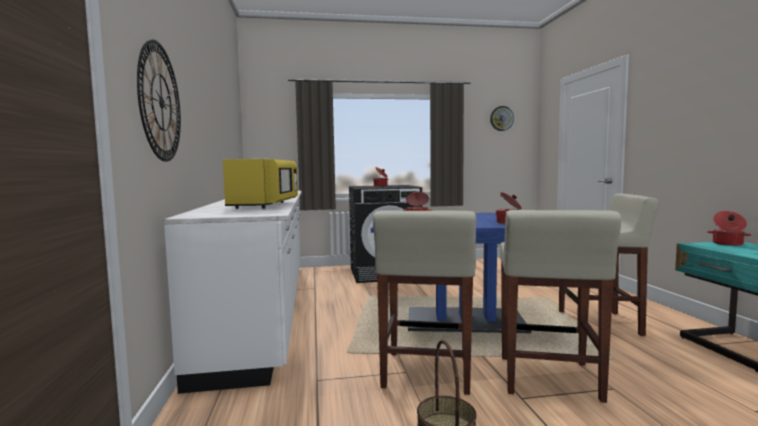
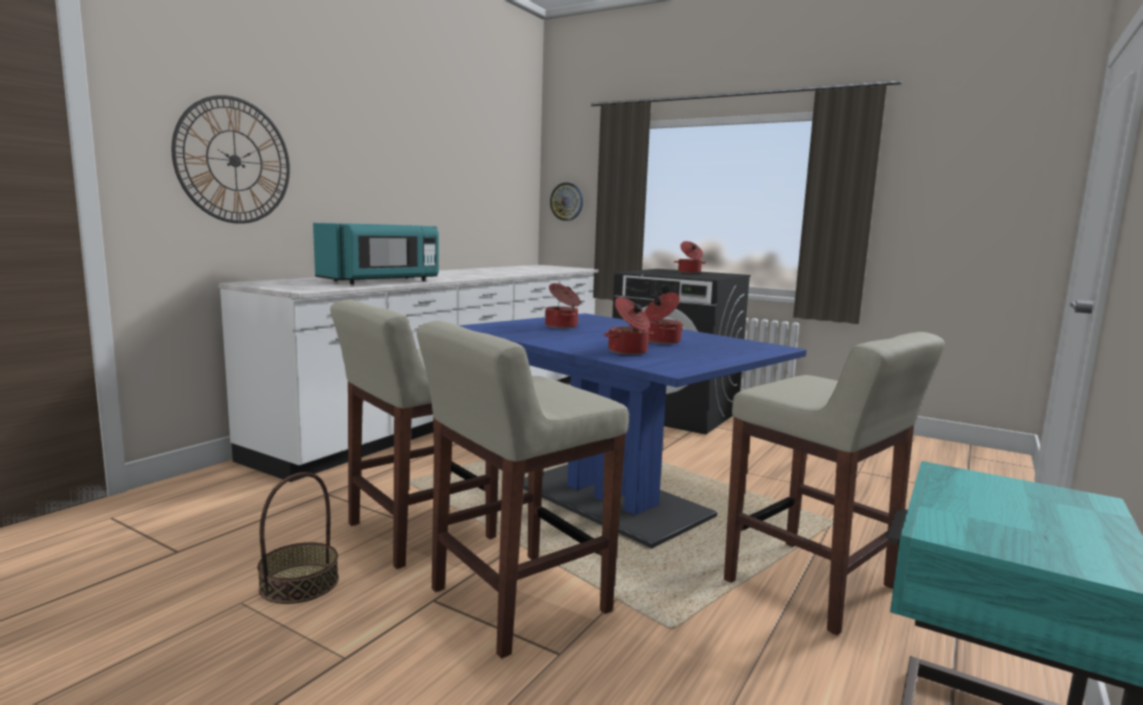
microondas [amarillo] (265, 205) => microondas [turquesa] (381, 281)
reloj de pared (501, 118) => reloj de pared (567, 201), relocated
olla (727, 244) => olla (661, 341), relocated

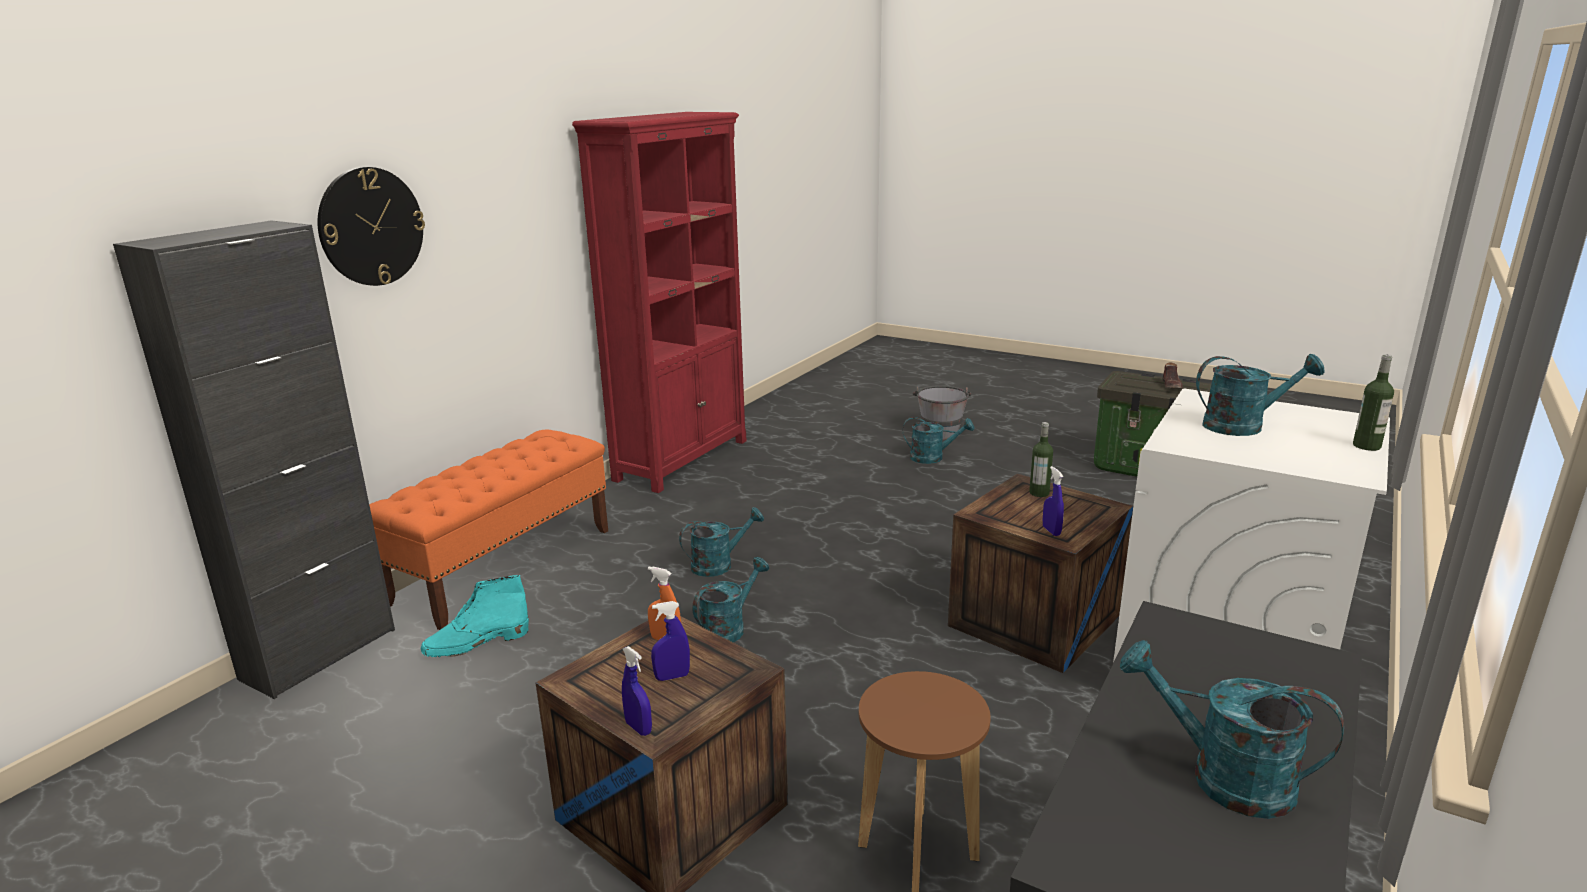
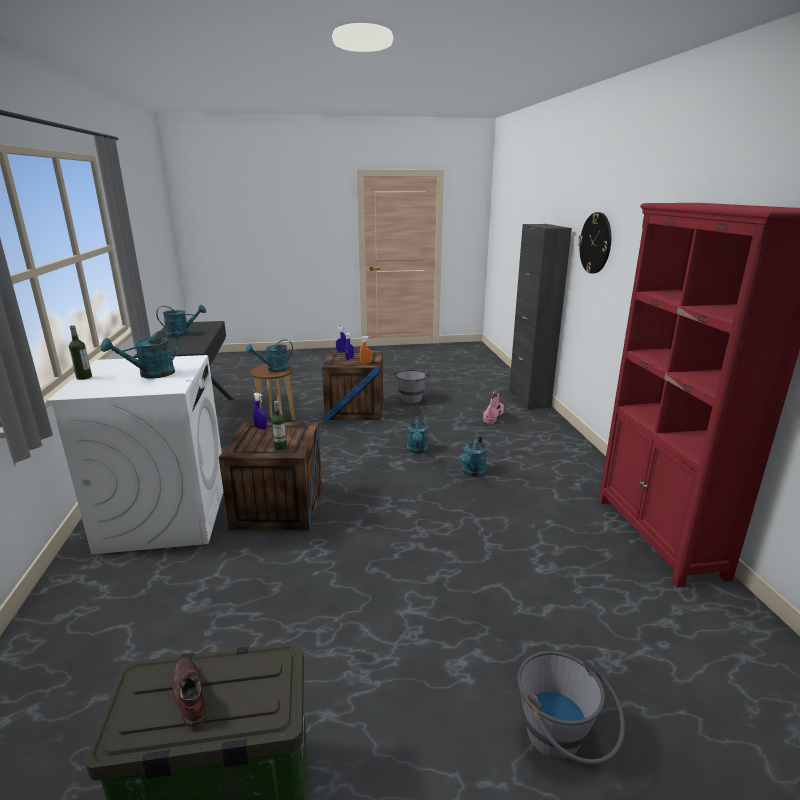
regadera [turquesa] (933, 457) => regadera [turquesa] (274, 369), relocated
nothing => cubo [gris] (411, 397)
bota [turquesa] (476, 643) => bota [rosa] (493, 415)
banco [naranja] (504, 566) => nothing

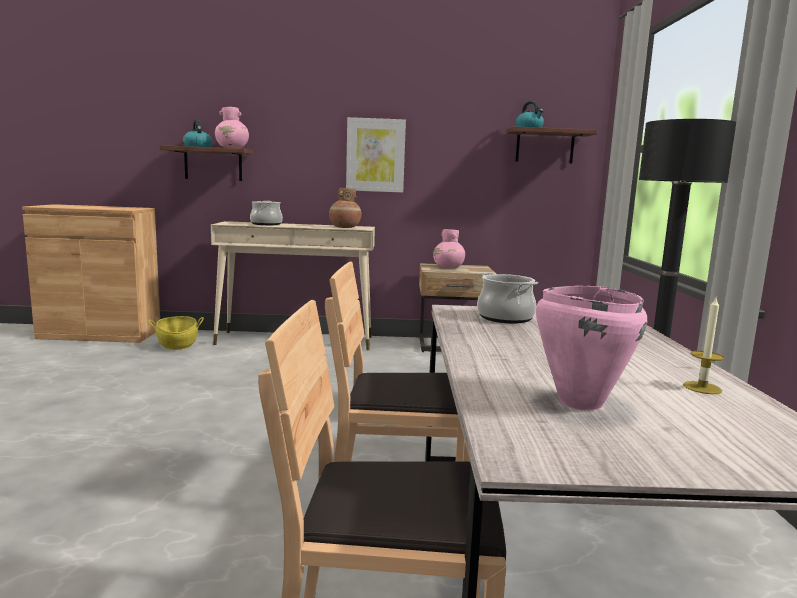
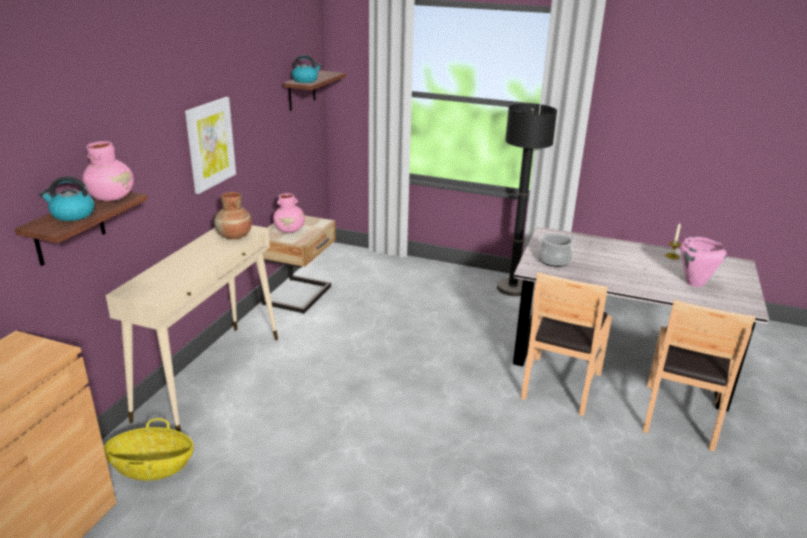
olla (266, 224) => nothing

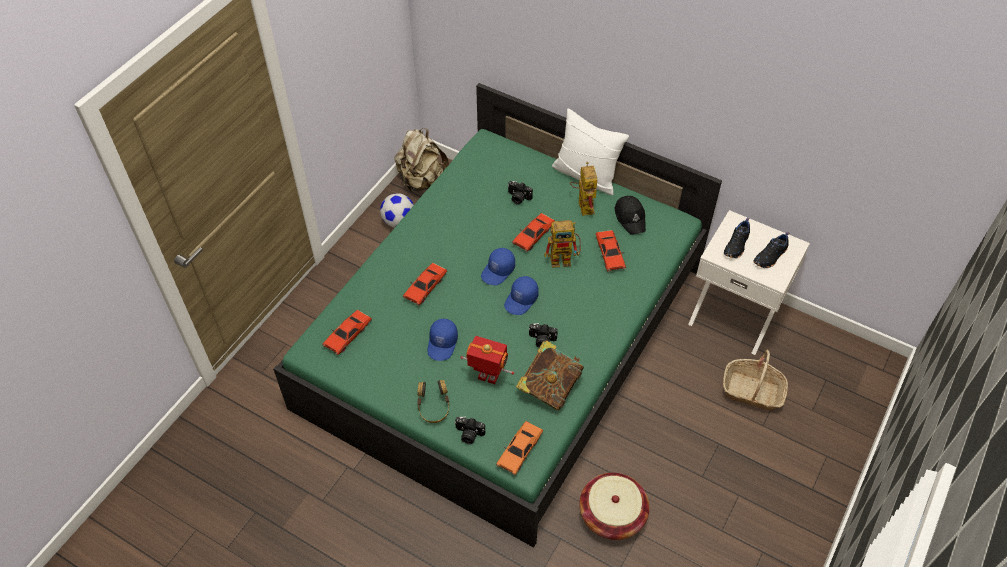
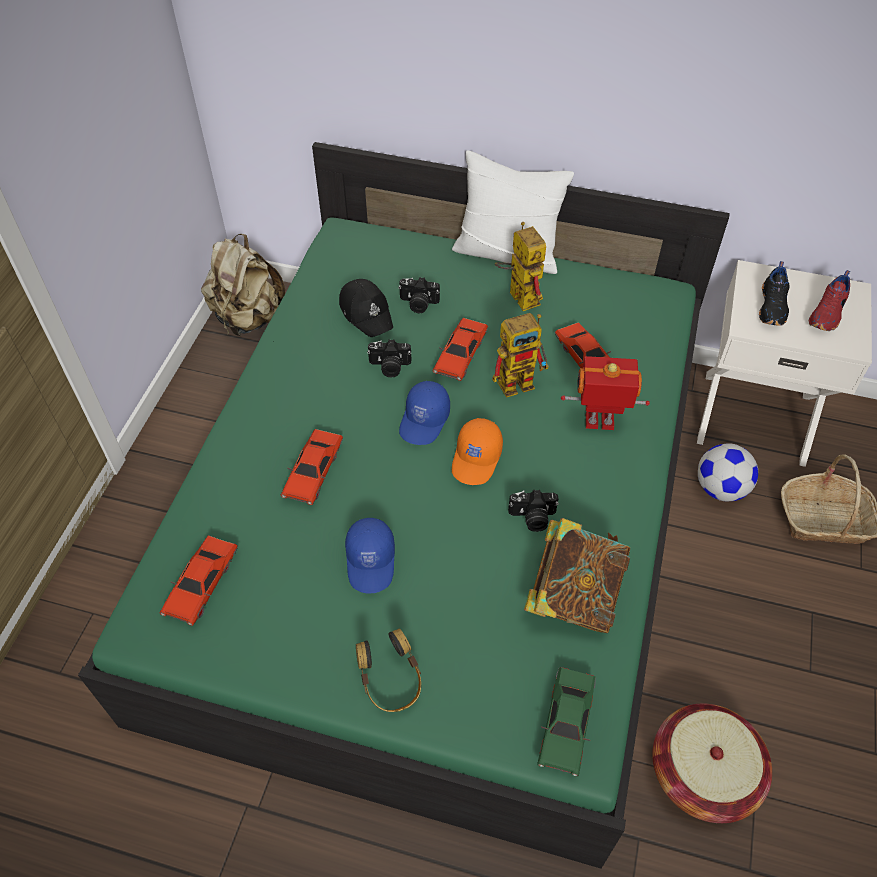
gorra [negro] (630, 217) => gorra [negro] (367, 313), relocated
cámara (468, 434) => cámara (389, 367), relocated
gorra [azul] (521, 300) => gorra [naranja] (477, 459)
coche de juguete [naranja] (520, 451) => coche de juguete [verde] (566, 724)
robot de juguete (487, 378) => robot de juguete (599, 424), relocated
balón de fútbol (399, 221) => balón de fútbol (720, 488), relocated
zapato [negro] (770, 257) => zapato [rojo] (828, 313)

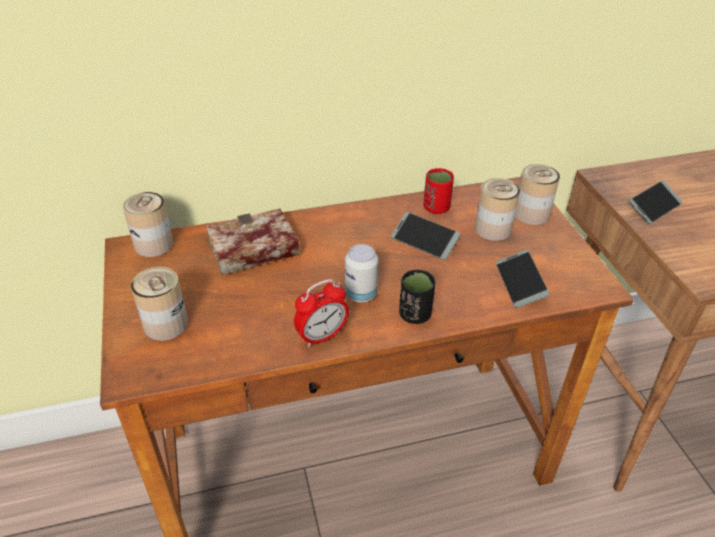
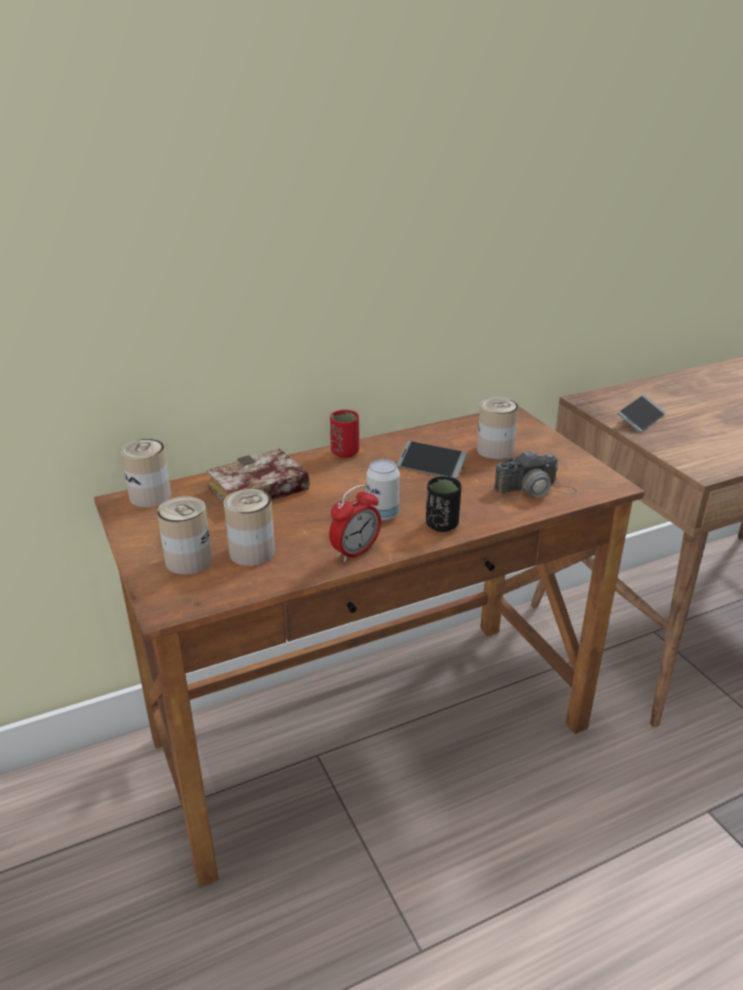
lata (531, 214) => lata (252, 552), relocated
taza [rojo] (436, 208) => taza [rojo] (345, 452), relocated
móvil (520, 284) => cámara (535, 490)

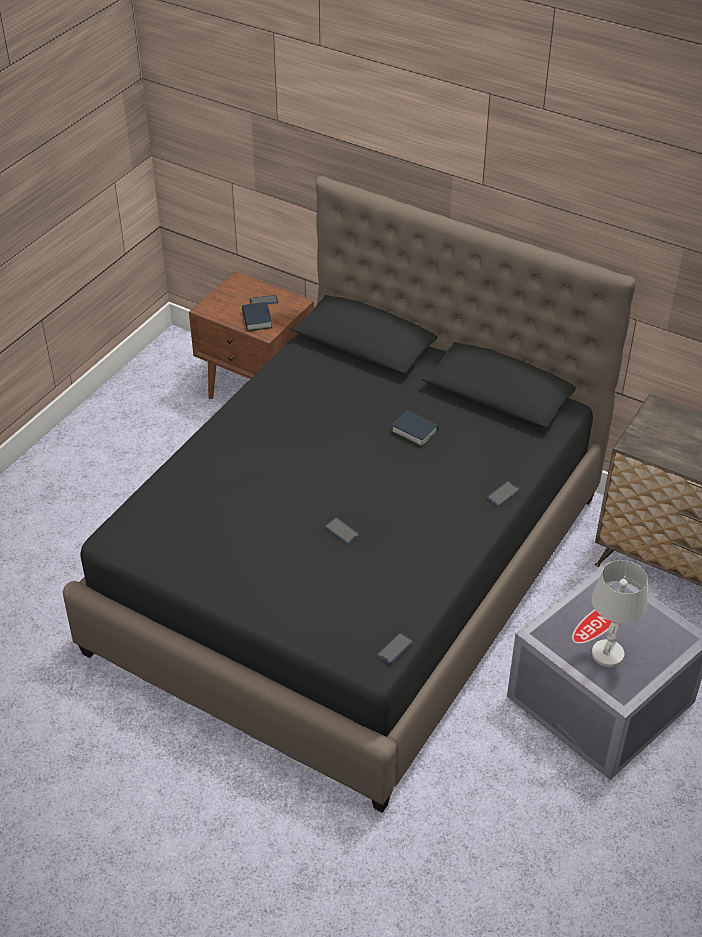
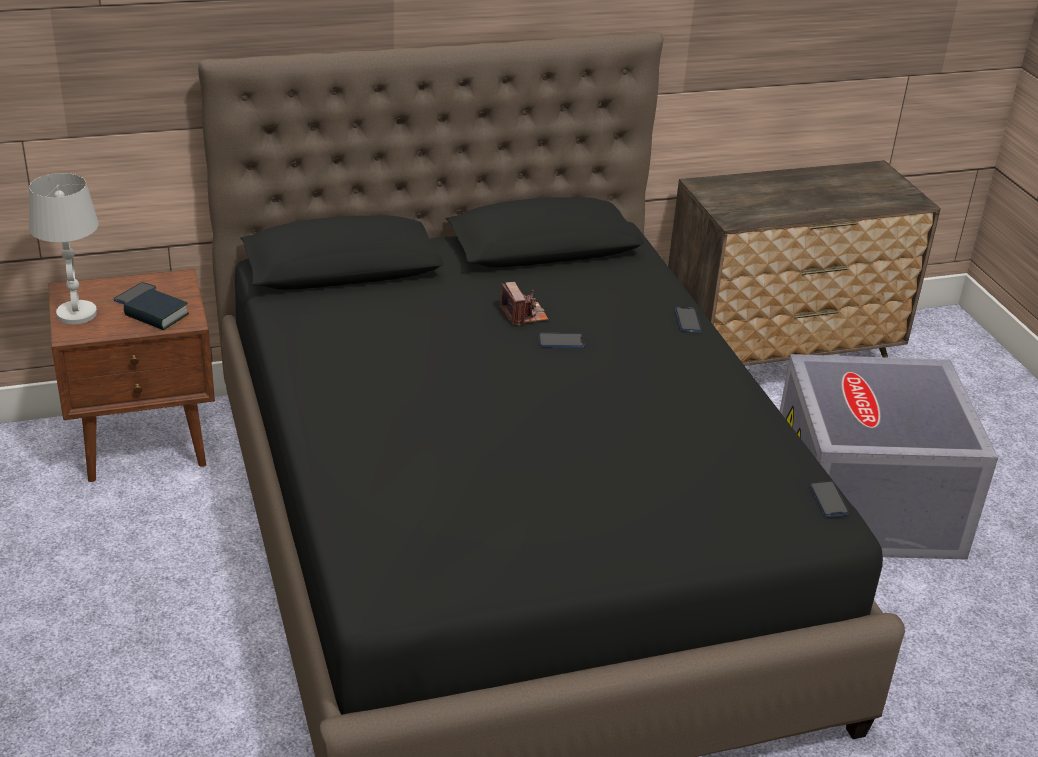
lámpara de mesa [blanco] (607, 654) => lámpara de mesa [blanco] (77, 314), relocated
libro (414, 431) => cámara (524, 315)
móvil (342, 531) => móvil (561, 341), relocated

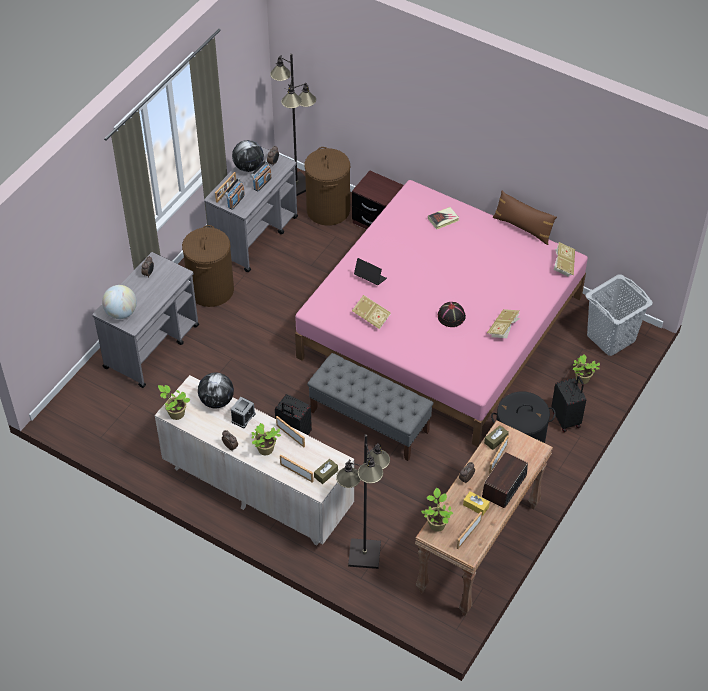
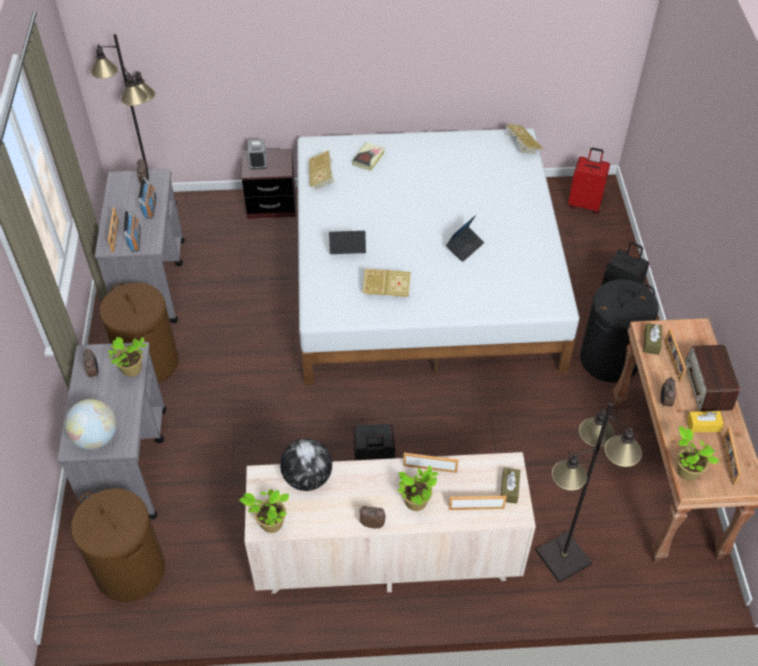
cesto de la ropa [marrón] (328, 210) => cesto de la ropa [marrón] (130, 570), relocated
planta en maceta (582, 379) => planta en maceta (132, 370), relocated
despertador (243, 417) => despertador (258, 161), relocated
cama [rosa] (441, 327) => cama [blanco] (425, 275)
libro (503, 329) => libro (321, 178), relocated
sombrero [negro] (451, 316) => portátil (465, 247)
cesto de la ropa [gris] (611, 338) => maleta [rojo] (585, 204)
globo terráqueo (248, 167) => nothing
banco [gris] (370, 422) => nothing
cojín [marrón] (523, 228) => nothing

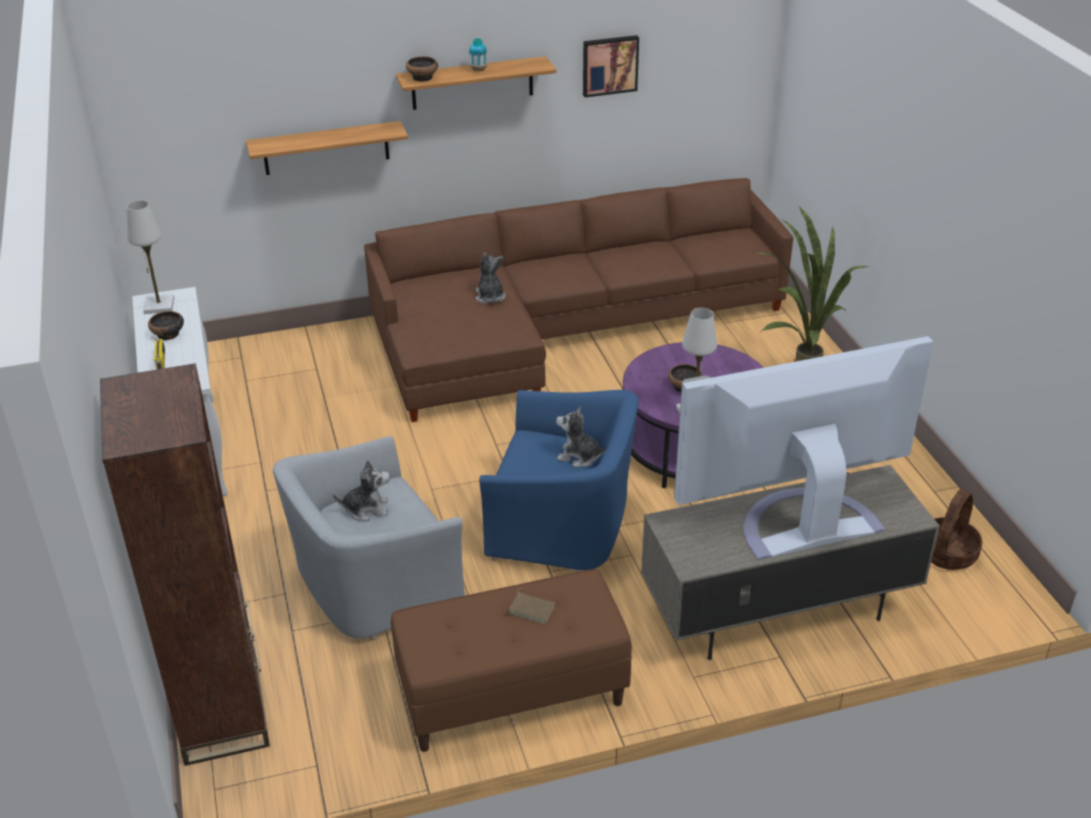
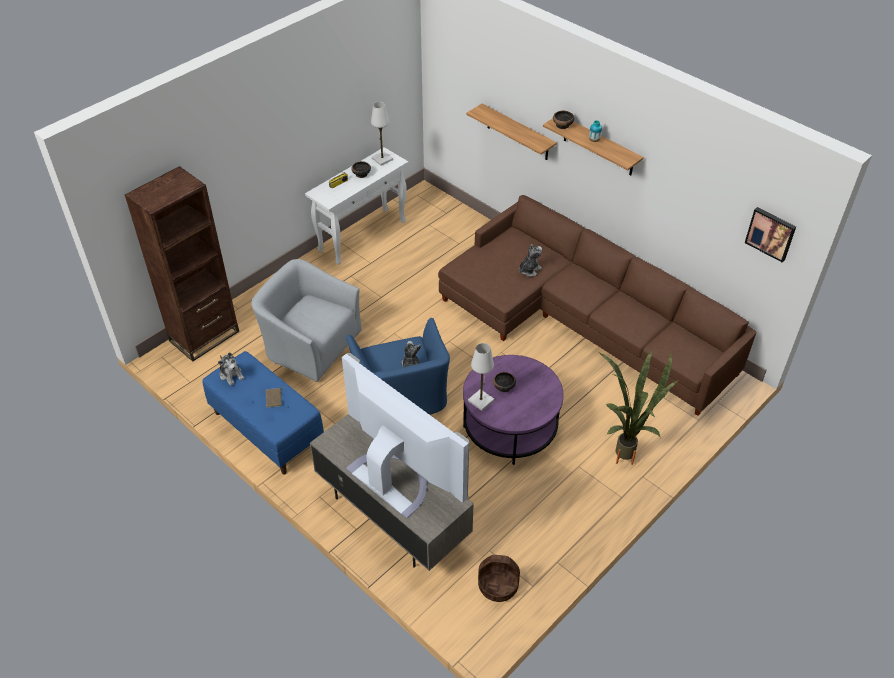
banco [marrón] (511, 695) => banco [azul] (266, 429)
peluche (366, 509) => peluche (231, 375), relocated
cuadro (609, 65) => cuadro (771, 233), relocated

